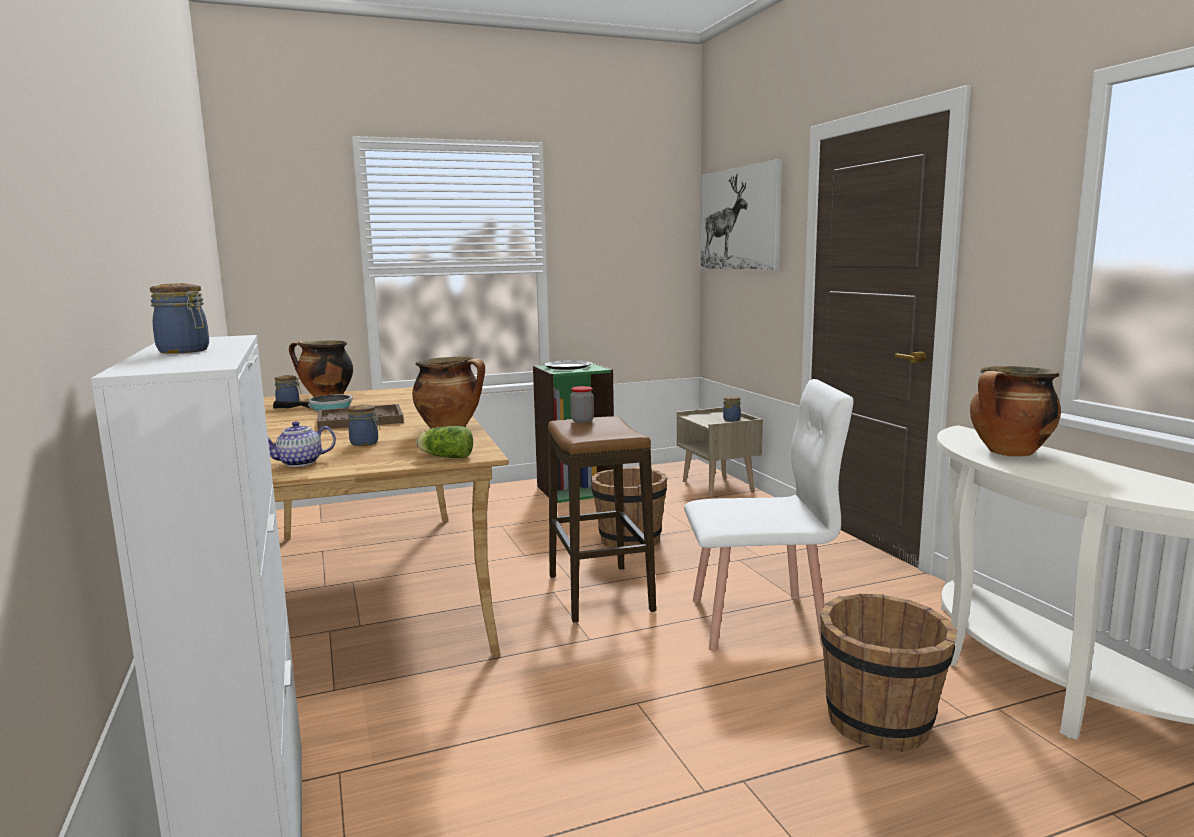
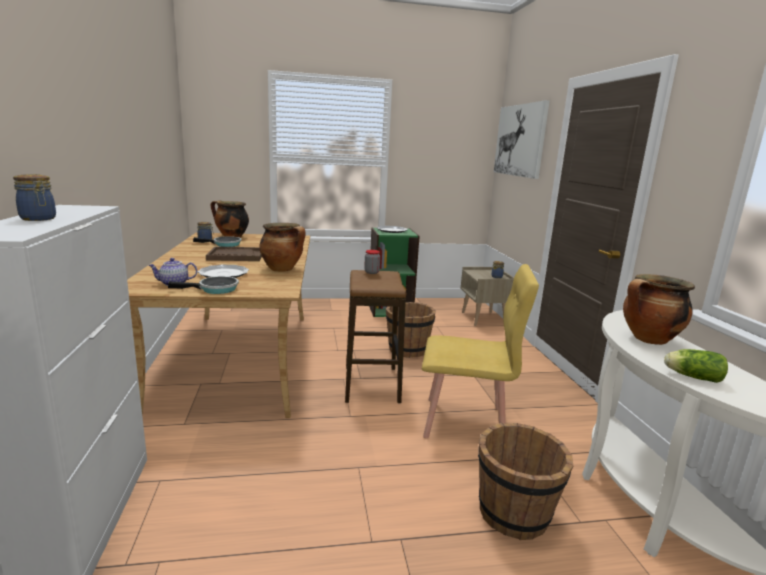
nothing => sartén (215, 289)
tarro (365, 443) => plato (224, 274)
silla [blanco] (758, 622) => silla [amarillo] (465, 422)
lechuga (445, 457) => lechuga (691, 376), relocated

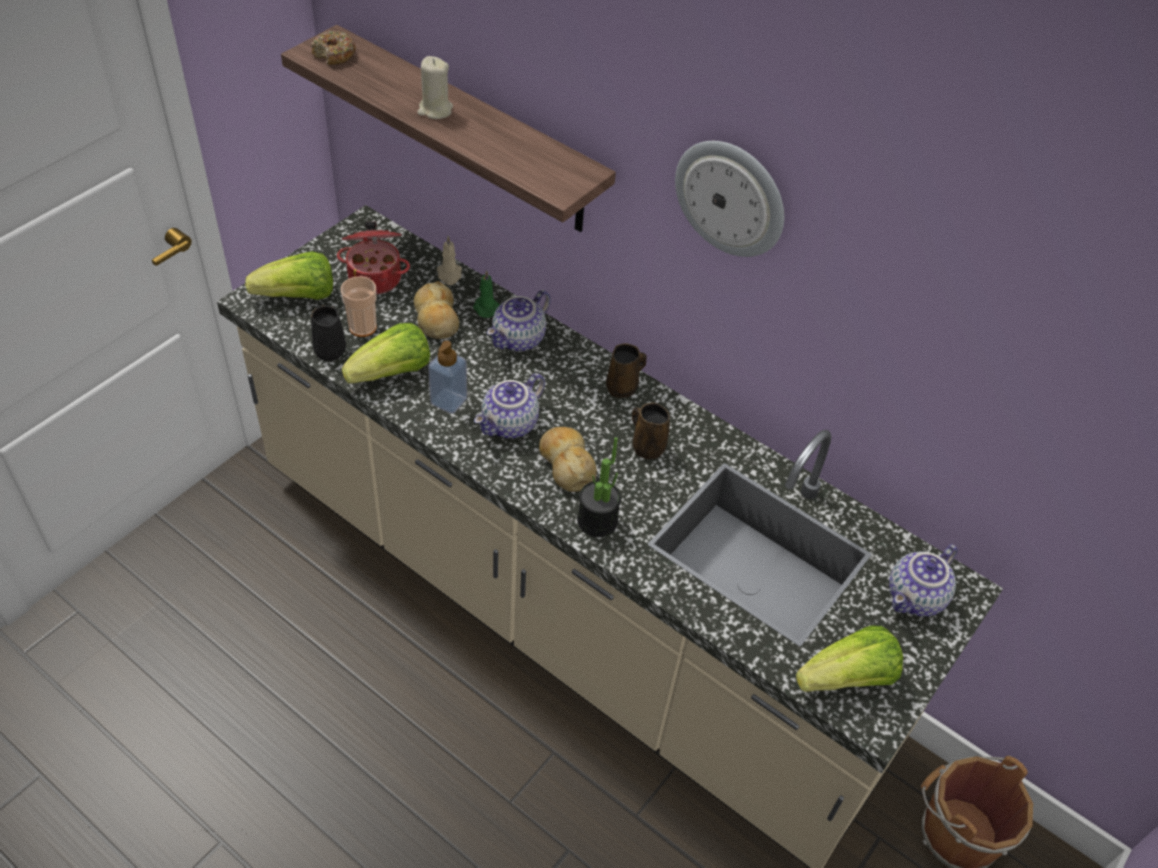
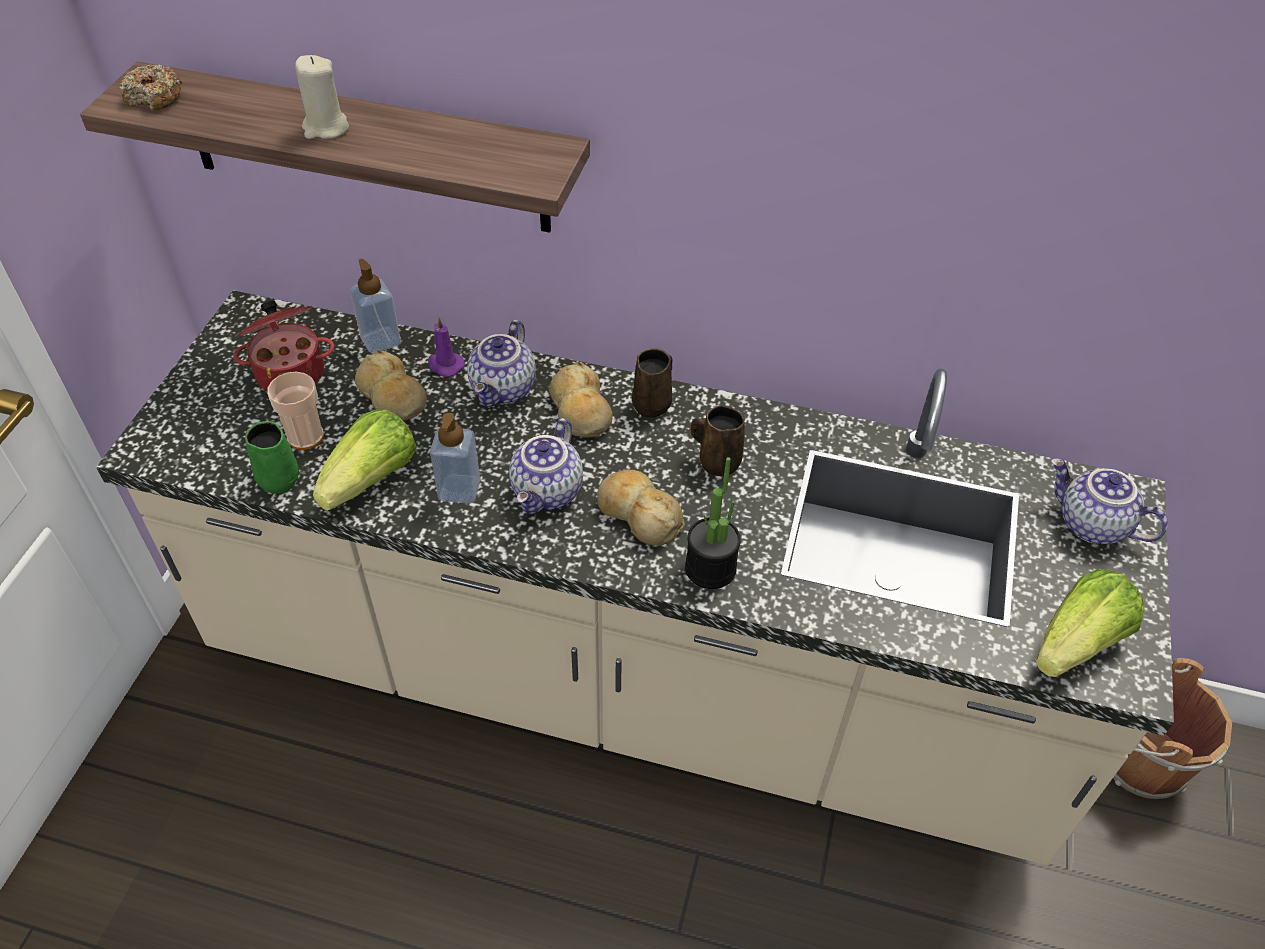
taza grande [negro] (330, 349) => taza grande [verde] (278, 477)
vela [beis] (449, 275) => dispensador de jabón (380, 340)
vela [verde] (485, 308) => vela [morado] (445, 365)
nothing => pan (580, 411)
tetera (916, 598) => tetera (1091, 525), 105 degrees clockwise
lechuga (298, 296) => nothing
reloj de pared (731, 197) => nothing

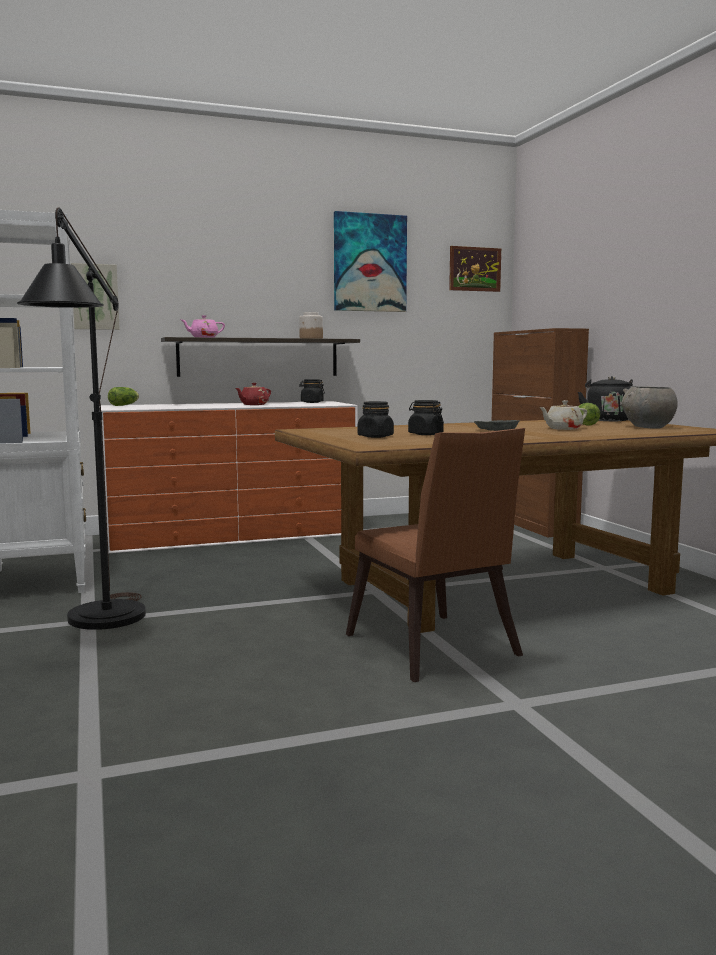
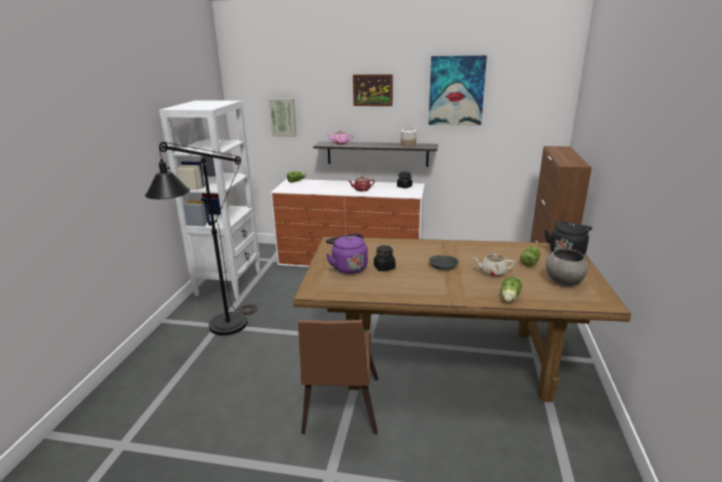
tarro [negro] (375, 437) => hervidor [morado] (348, 267)
cuadro (474, 269) => cuadro (372, 90), relocated
nothing => lechuga (509, 298)

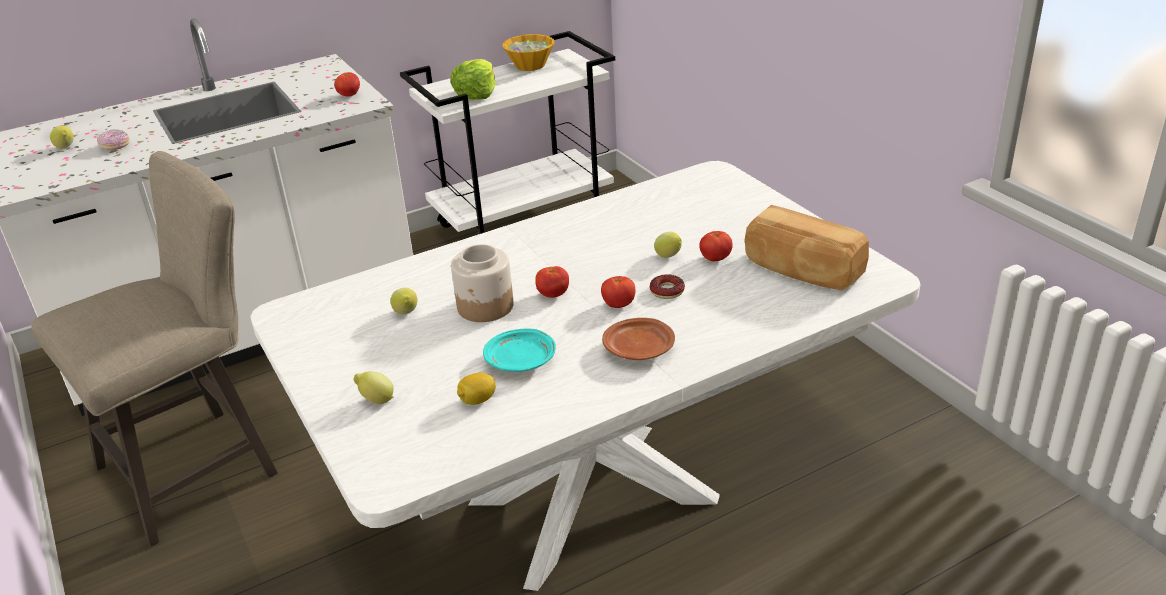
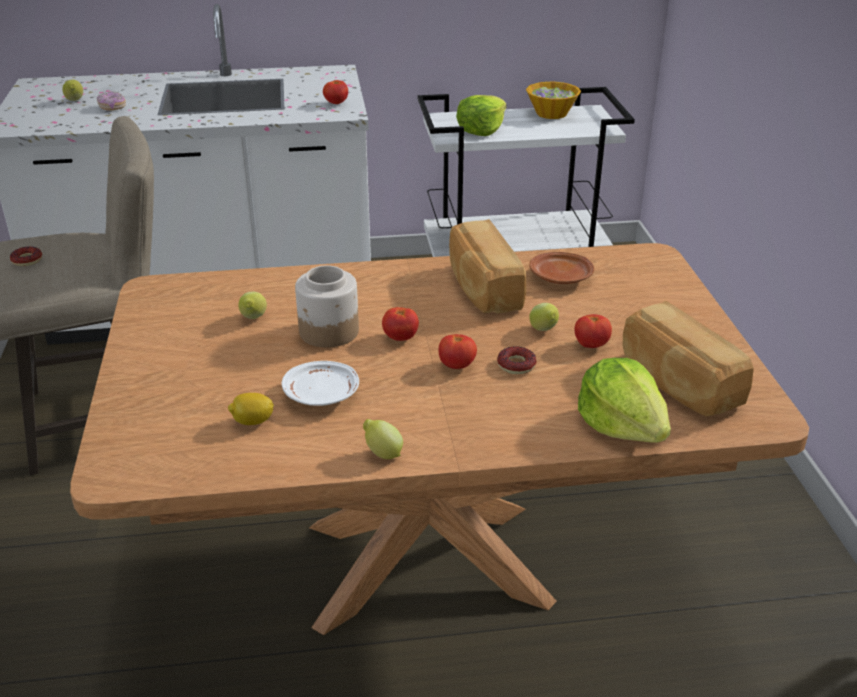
nothing => rosquilla (27, 260)
mesa de comedor [blanco] (595, 501) => mesa de comedor [marrón] (428, 565)
plato [turquesa] (522, 361) => plato [blanco] (322, 395)
limón (376, 400) => limón (382, 453), relocated
nothing => pan (482, 288)
plato [marrón] (640, 349) => plato [marrón] (561, 278), relocated
nothing => lechuga (622, 426)

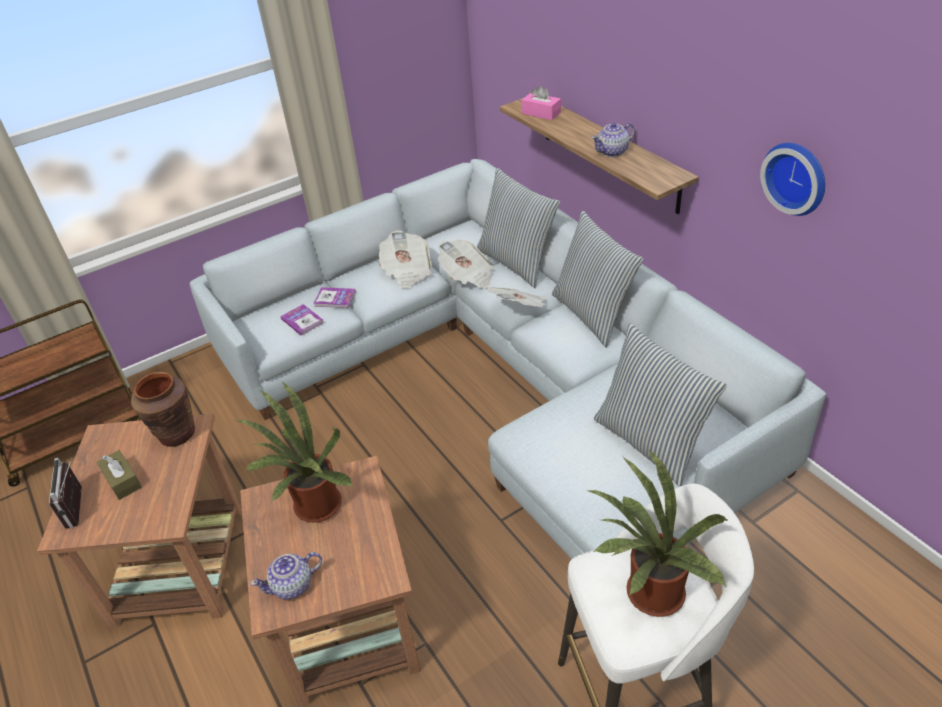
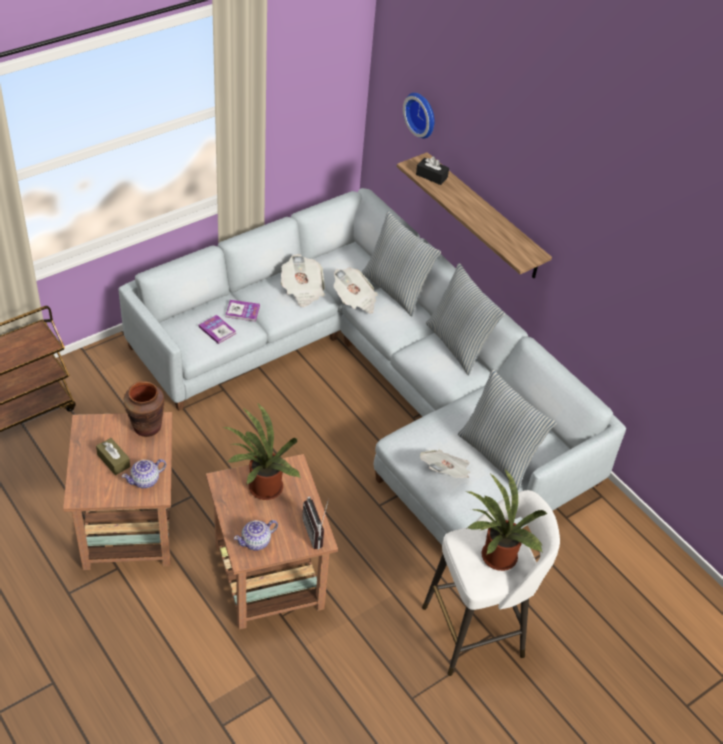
tetera (613, 152) => tetera (145, 480), relocated
radio (81, 506) => radio (317, 532), relocated
reloj de pared (797, 177) => reloj de pared (422, 114), relocated
caja de pañuelos [rosa] (541, 113) => caja de pañuelos [negro] (431, 176)
periódico (520, 309) => periódico (445, 472), relocated

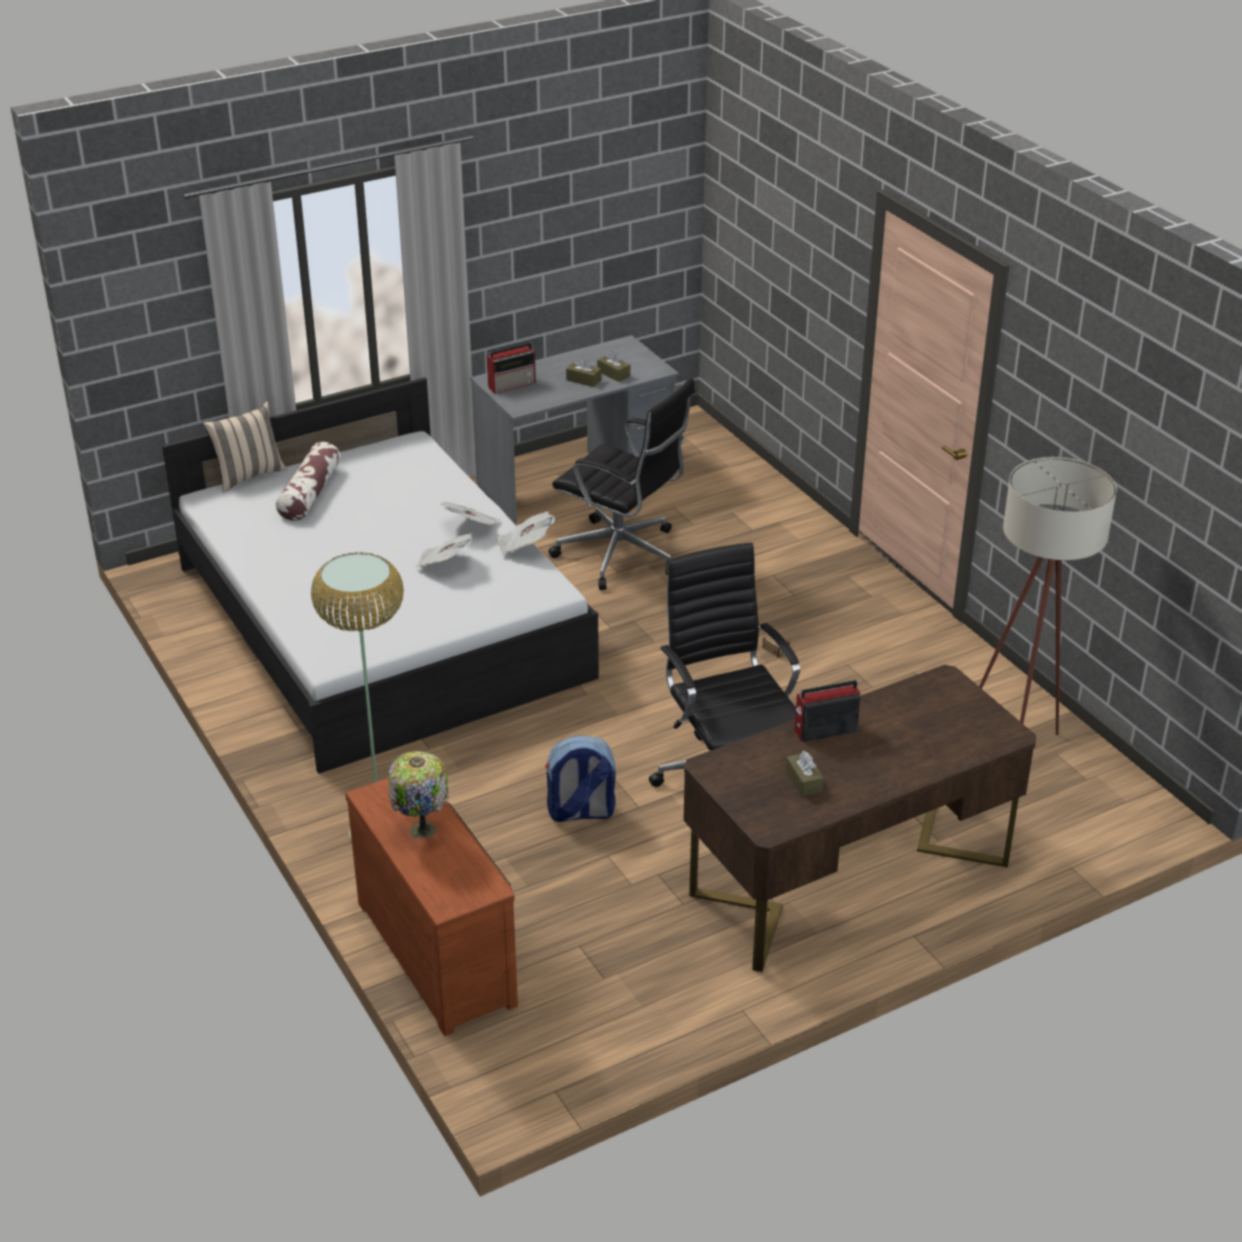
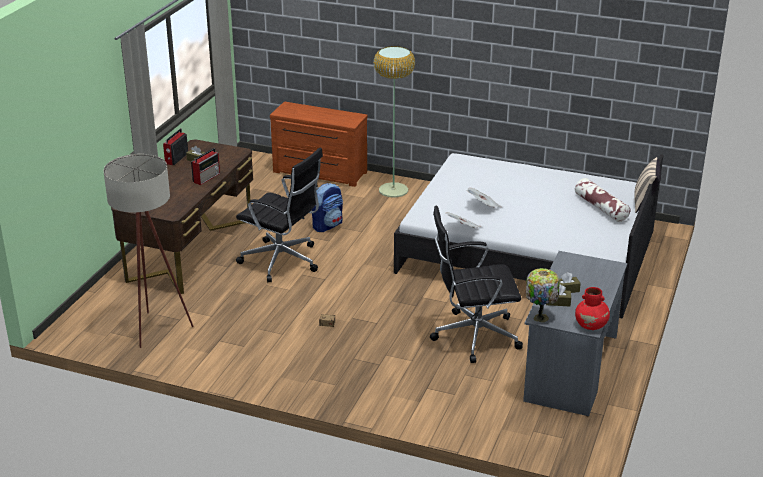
radio (512, 384) => radio (176, 159), relocated
lámpara de mesa (421, 831) => lámpara de mesa (540, 317), relocated
nothing => florero [rojo] (591, 325)
periódico (472, 527) => nothing

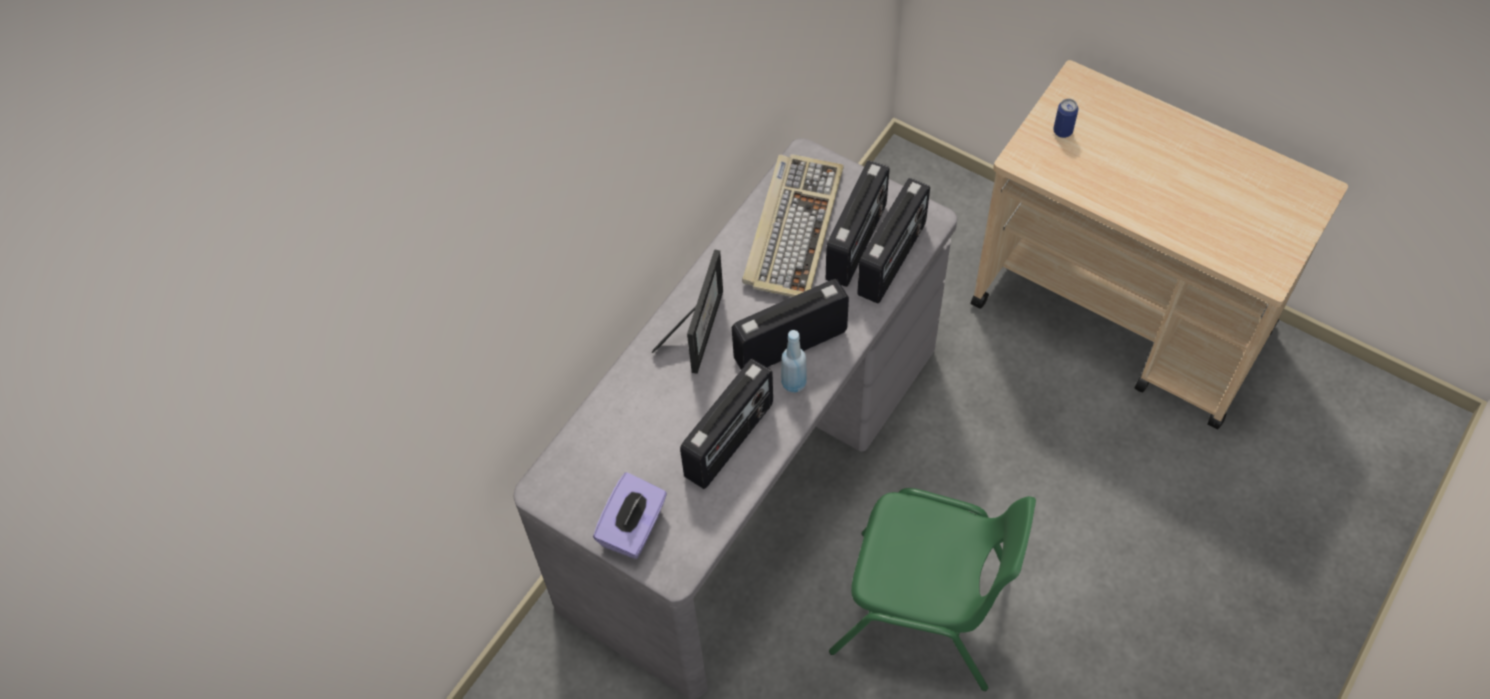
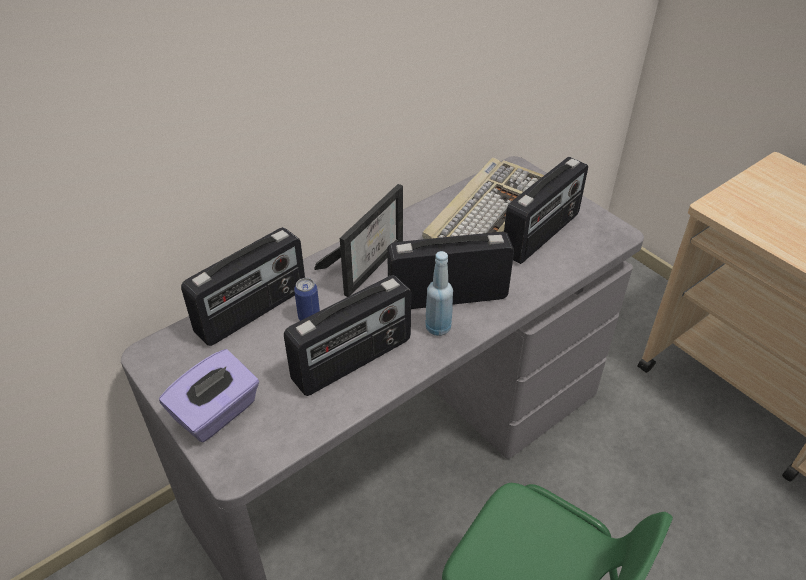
radio (893, 260) => radio (253, 312), relocated
lata (1062, 131) => lata (309, 317), relocated

